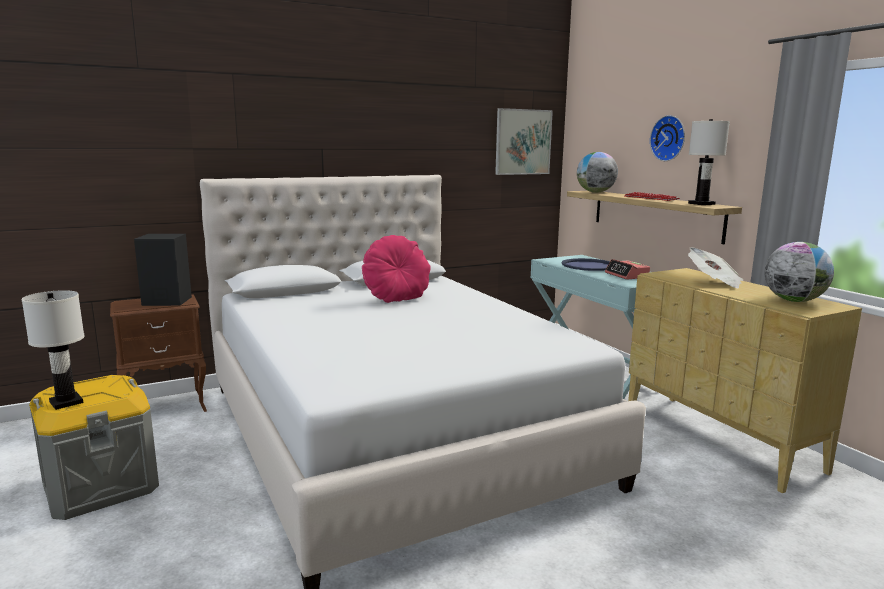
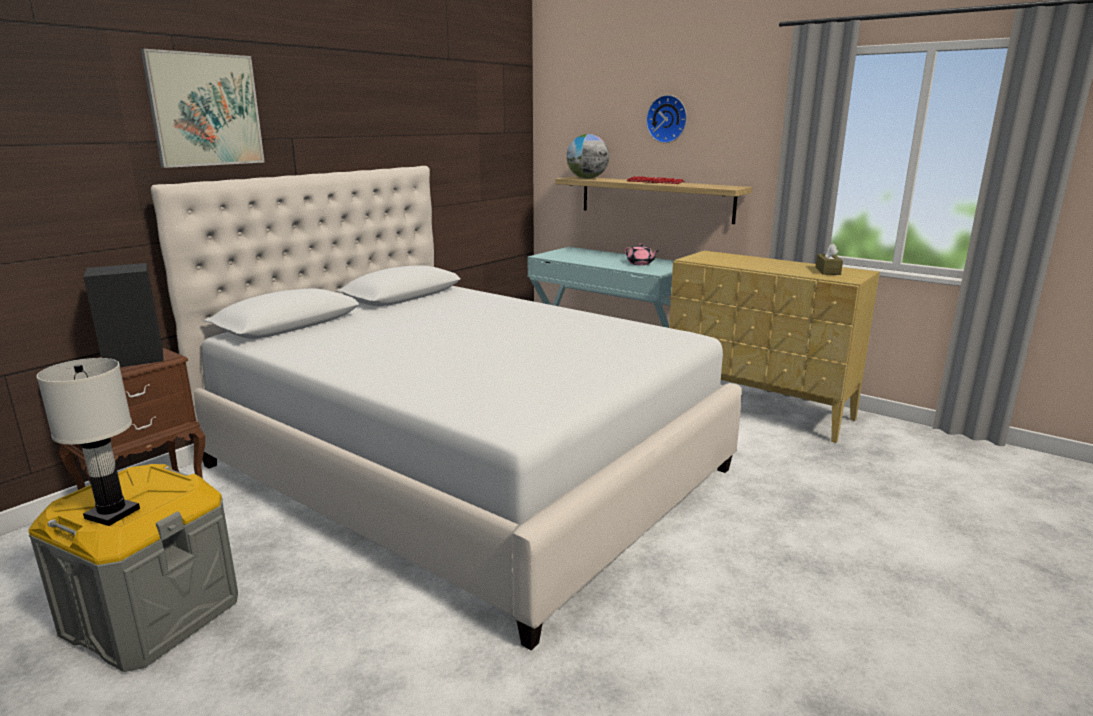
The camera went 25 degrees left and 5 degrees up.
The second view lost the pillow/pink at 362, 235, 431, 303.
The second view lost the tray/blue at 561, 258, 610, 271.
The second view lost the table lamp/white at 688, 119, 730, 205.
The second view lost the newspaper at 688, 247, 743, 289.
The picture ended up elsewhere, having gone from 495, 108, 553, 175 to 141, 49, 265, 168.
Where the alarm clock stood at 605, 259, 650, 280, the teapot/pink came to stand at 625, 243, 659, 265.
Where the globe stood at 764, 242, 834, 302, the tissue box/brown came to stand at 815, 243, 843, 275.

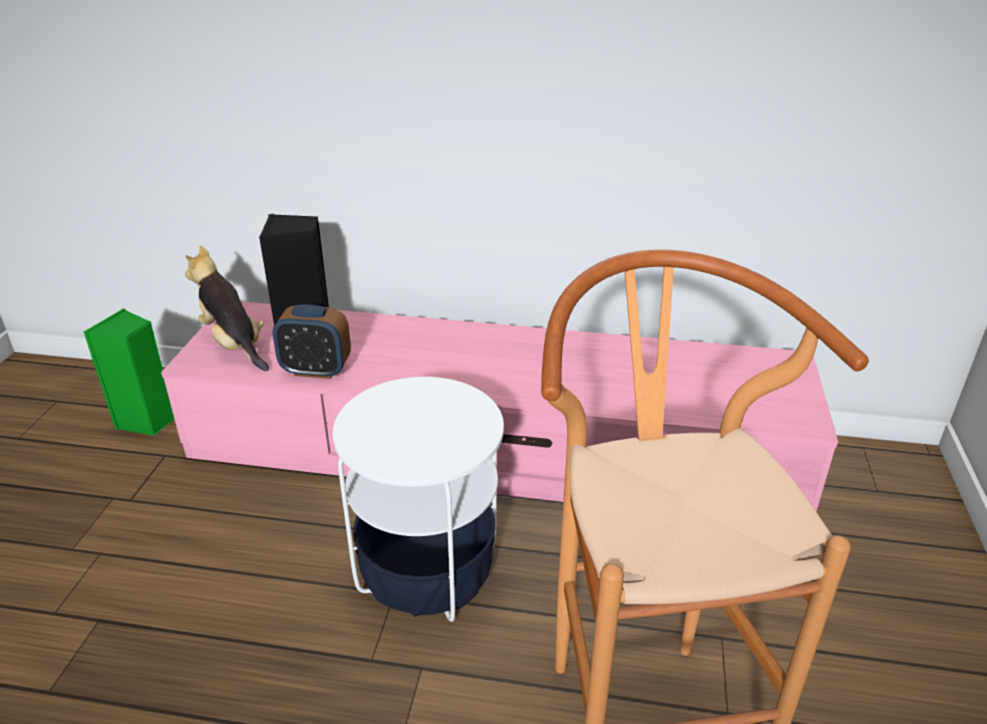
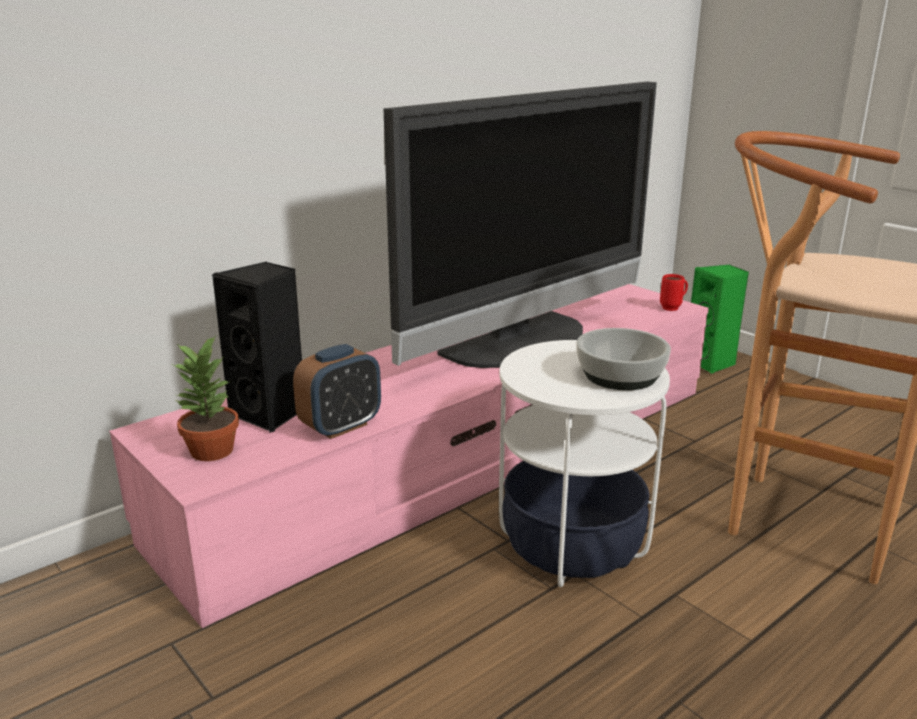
The camera went 50 degrees left and 10 degrees down.
The second view gained the television at 383, 82, 657, 368.
The second view gained the bowl at 576, 328, 671, 390.
The second view gained the mug/red at 660, 274, 688, 311.
The speaker/green ended up elsewhere, having gone from 83, 308, 175, 436 to 691, 265, 749, 374.
Where the plush toy stood at 185, 246, 269, 371, the potted plant came to stand at 173, 335, 239, 461.

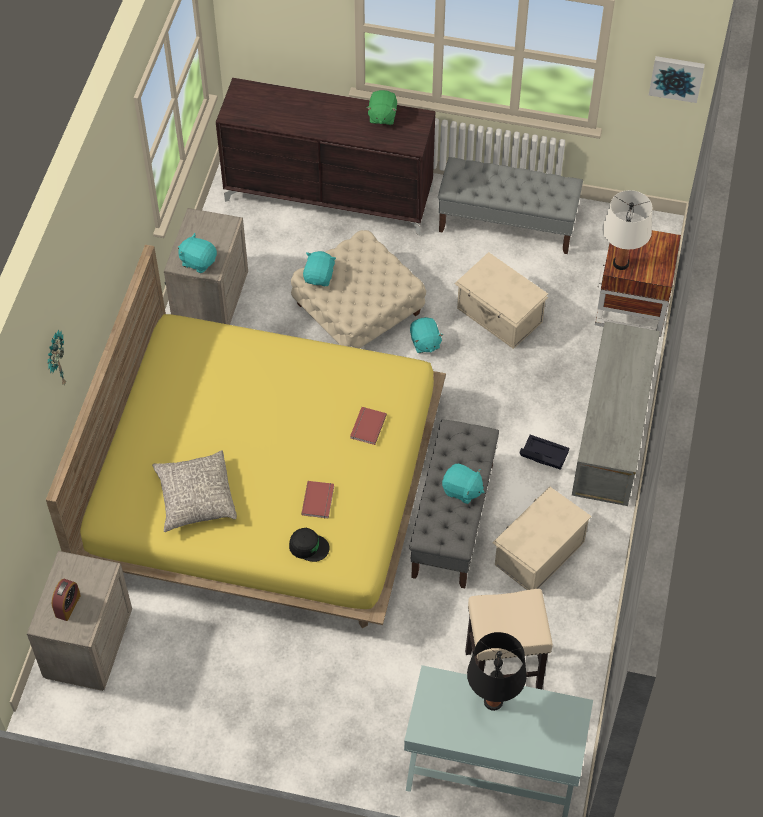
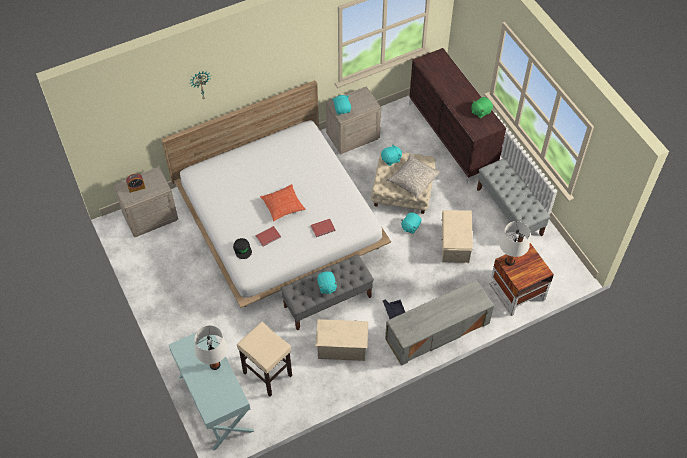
The camera went 50 degrees right and 0 degrees up.
The second view lost the picture at 649, 56, 705, 103.
The second view gained the pillow/orange at 260, 184, 306, 221.
The pillow/grey ended up elsewhere, having gone from 152, 450, 237, 532 to 386, 154, 441, 199.
What was the bed/yellow at 46, 245, 446, 628 turned into the bed/white at 161, 81, 391, 308.
What was the table lamp/black at 467, 632, 527, 711 turned into the table lamp/white at 195, 326, 228, 370.

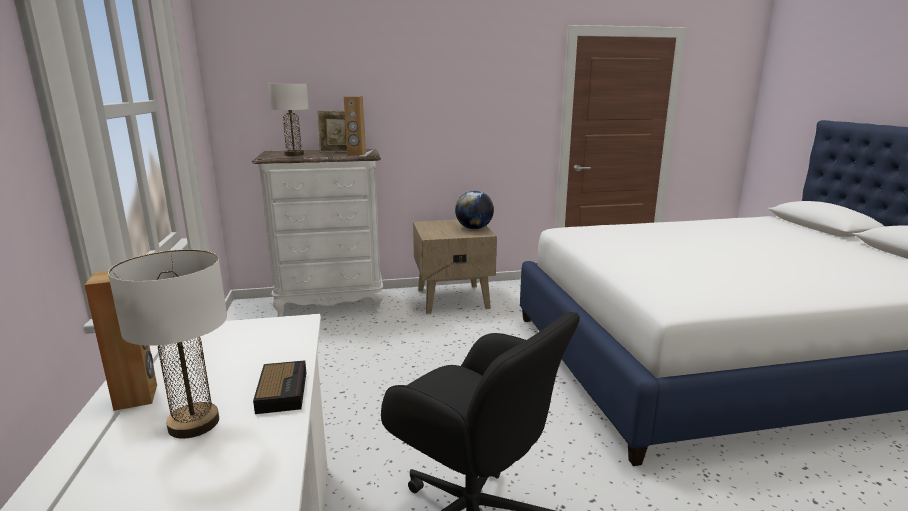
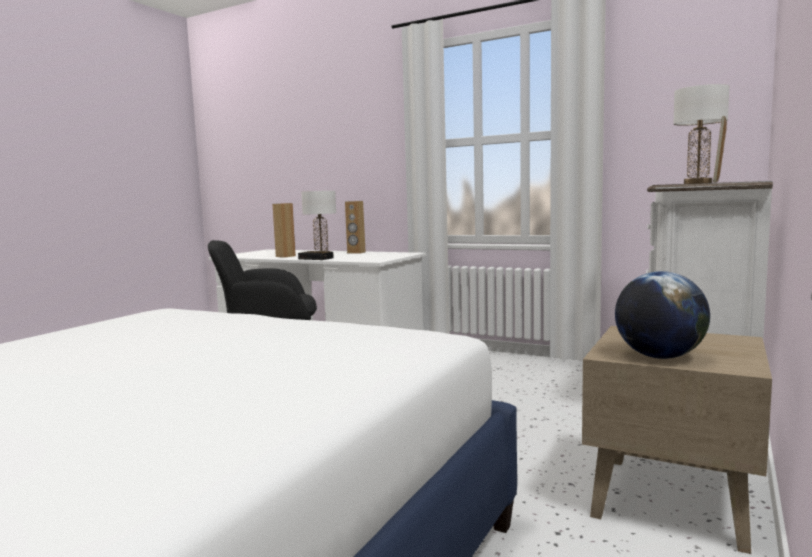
The camera went 130 degrees right and 10 degrees down.
The speaker/brown ended up elsewhere, having gone from 344, 96, 366, 155 to 273, 203, 296, 258.

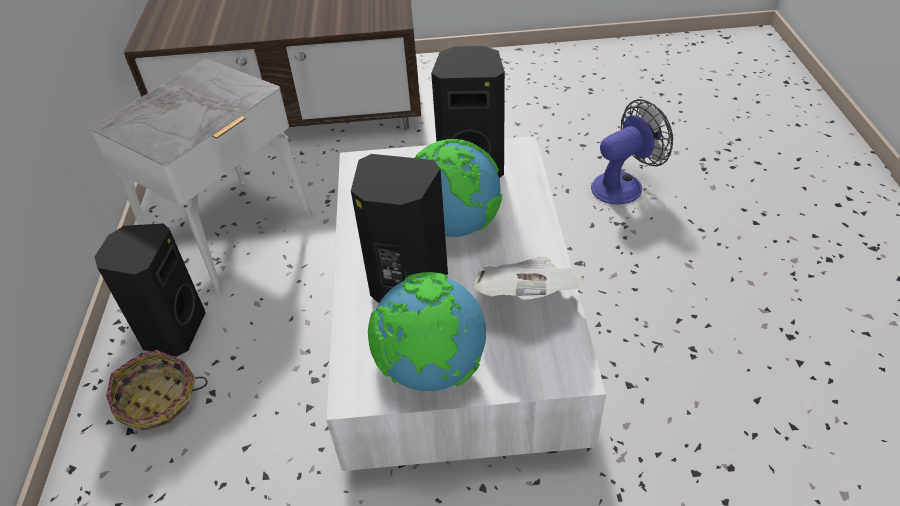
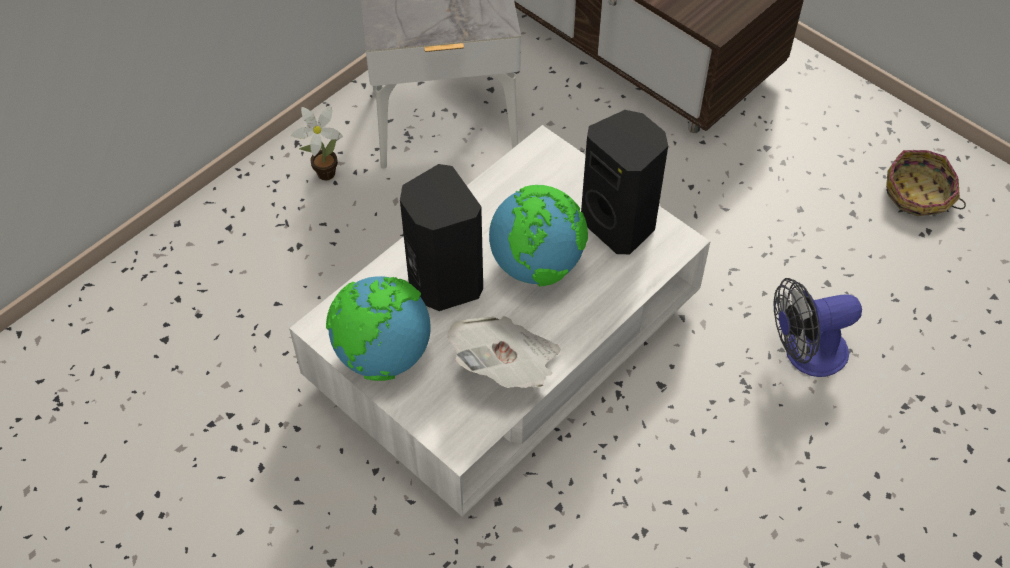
The camera went 45 degrees right and 10 degrees up.
The basket ended up elsewhere, having gone from 106, 350, 207, 430 to 886, 150, 966, 216.
Where the speaker/black stood at 95, 223, 206, 357, the potted plant came to stand at 291, 107, 343, 181.
The fan at 591, 99, 673, 205 ended up facing another way, 150 degrees clockwise from before.

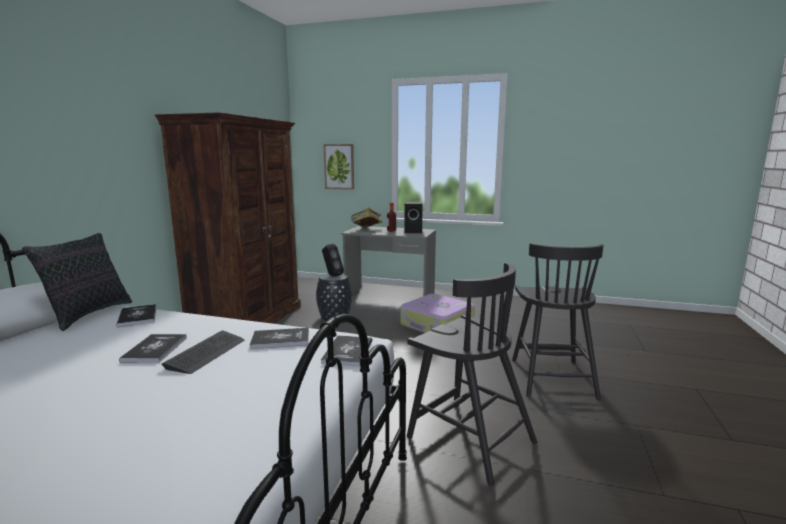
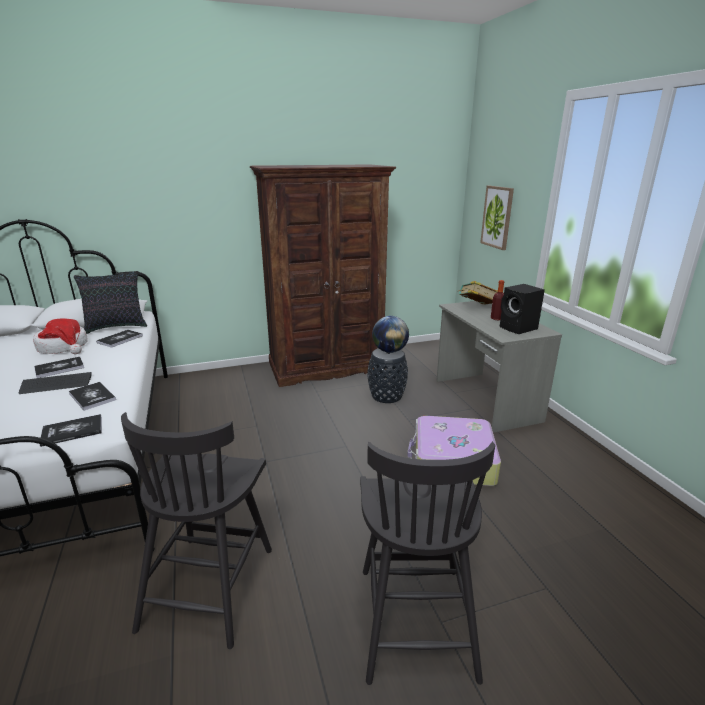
The camera went 55 degrees right and 10 degrees up.
The second view gained the hat at 33, 318, 88, 354.
Where the speaker/black stood at 322, 244, 344, 276, the globe came to stand at 372, 316, 409, 353.
The chair/black at 512, 243, 603, 400 ended up facing another way, 60 degrees counterclockwise from before.

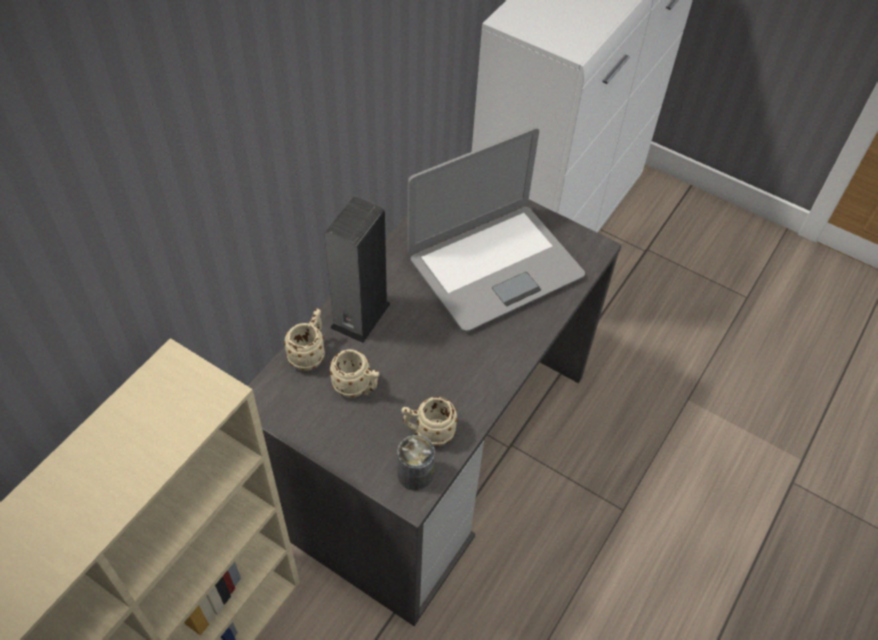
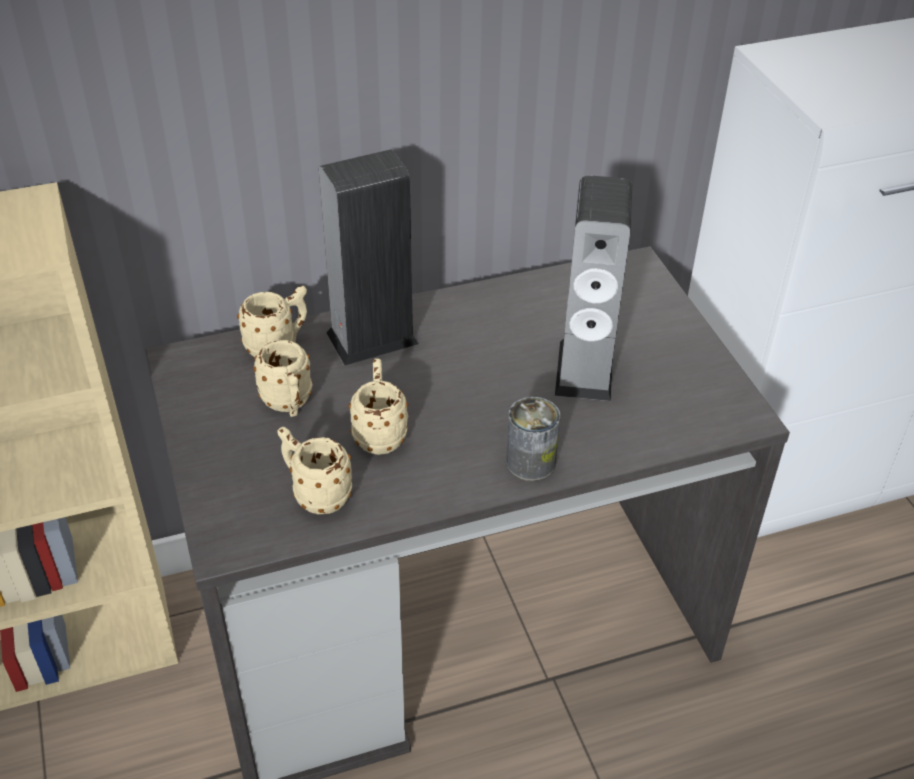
The camera went 40 degrees right and 10 degrees down.
The second view gained the mug/beige at 348, 358, 408, 455.
The can ended up elsewhere, having gone from 398, 435, 435, 491 to 506, 397, 561, 481.
Where the laptop stood at 407, 127, 585, 332, the speaker came to stand at 555, 175, 632, 401.

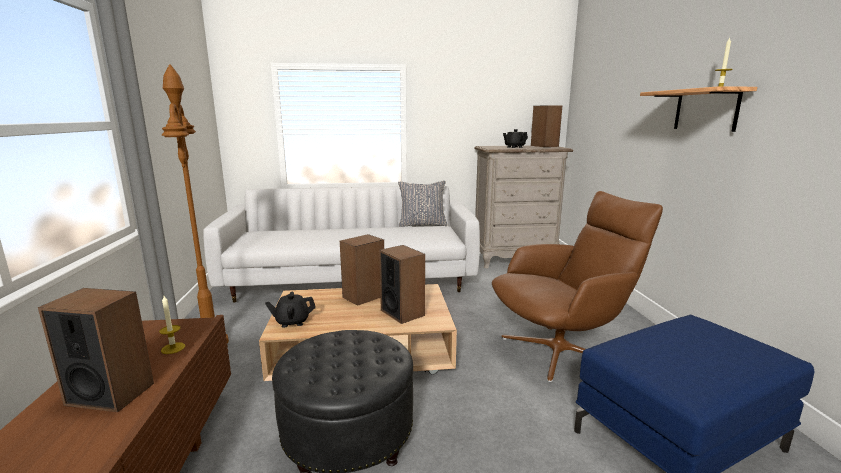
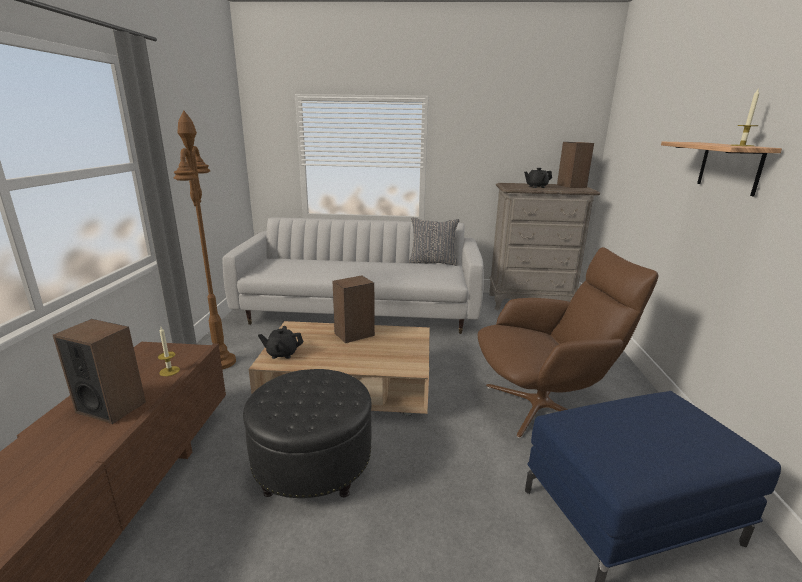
The camera went 10 degrees right and 5 degrees up.
The second view lost the speaker at 379, 245, 425, 324.

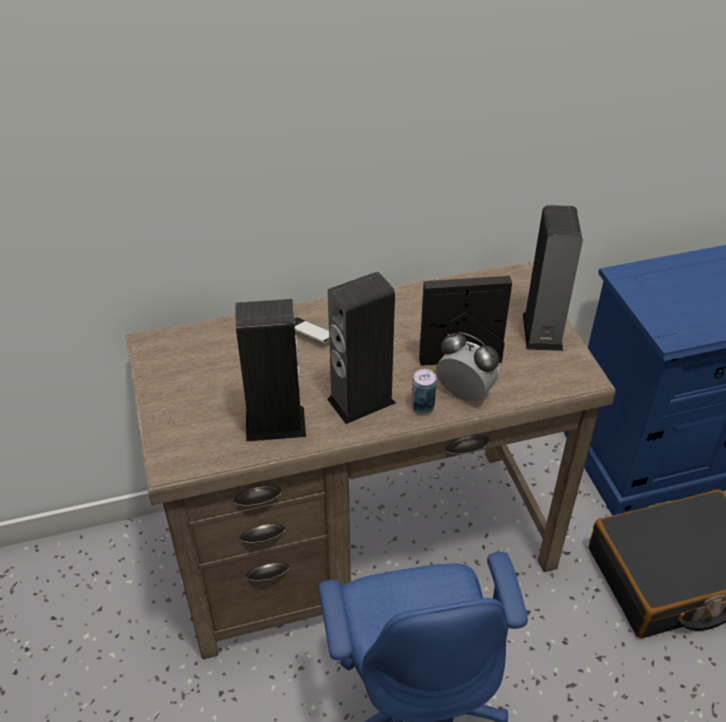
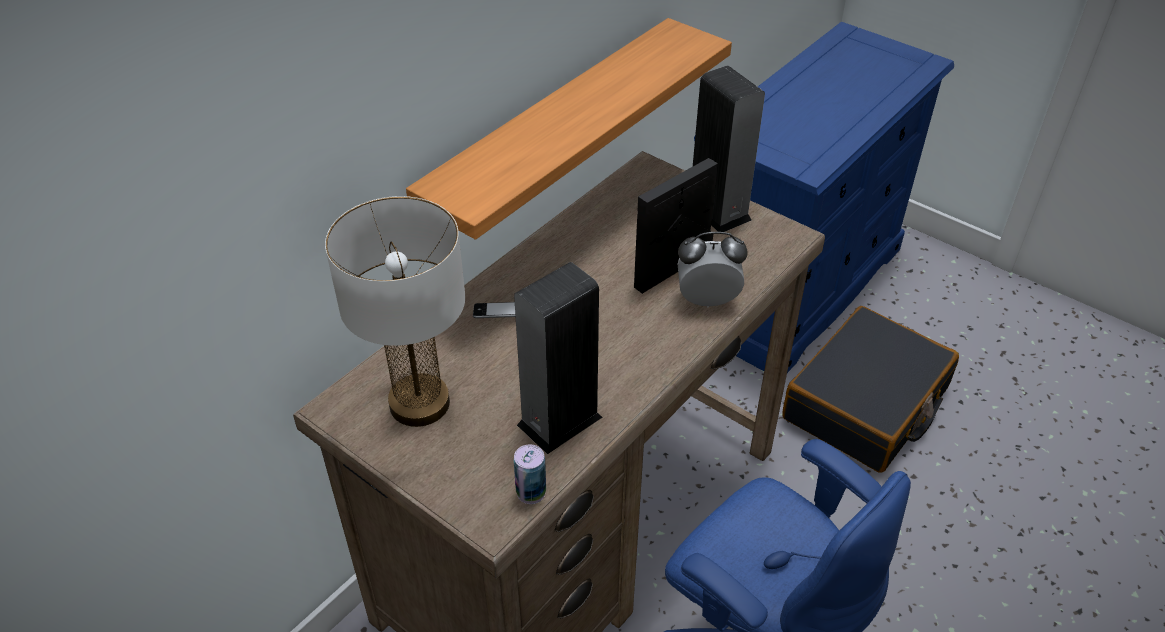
The camera went 35 degrees left and 0 degrees up.
The second view lost the speaker at 327, 271, 396, 424.
The second view gained the table lamp at 325, 196, 465, 427.
The second view gained the shelf at 406, 18, 732, 240.
The can ended up elsewhere, having gone from 411, 369, 437, 416 to 514, 444, 546, 504.

